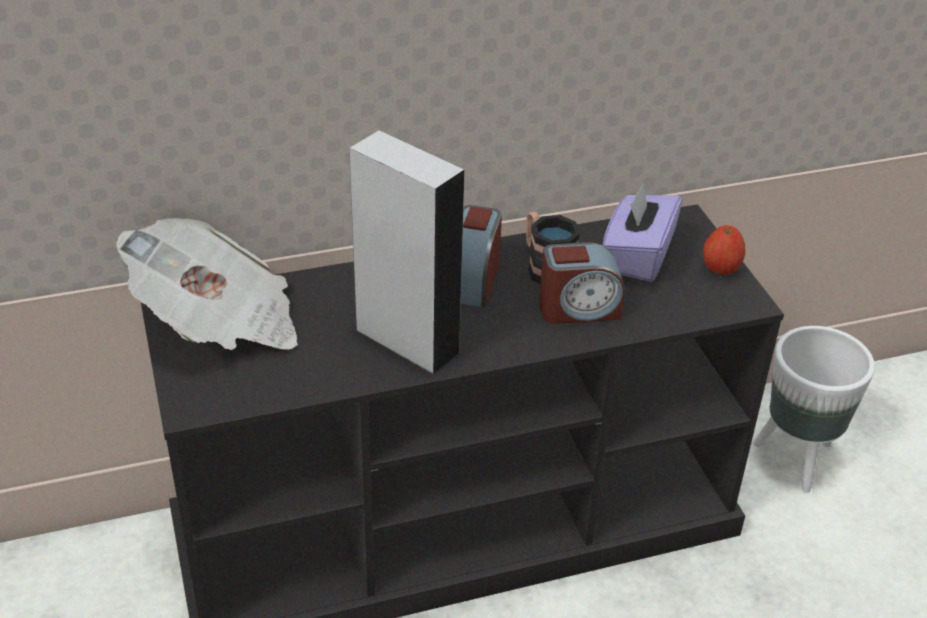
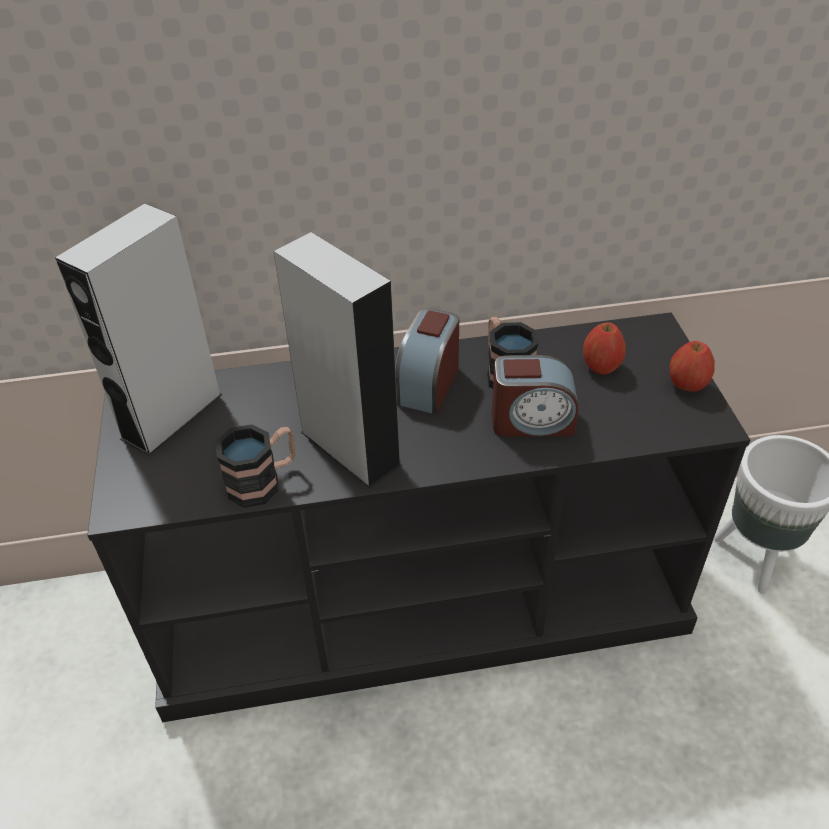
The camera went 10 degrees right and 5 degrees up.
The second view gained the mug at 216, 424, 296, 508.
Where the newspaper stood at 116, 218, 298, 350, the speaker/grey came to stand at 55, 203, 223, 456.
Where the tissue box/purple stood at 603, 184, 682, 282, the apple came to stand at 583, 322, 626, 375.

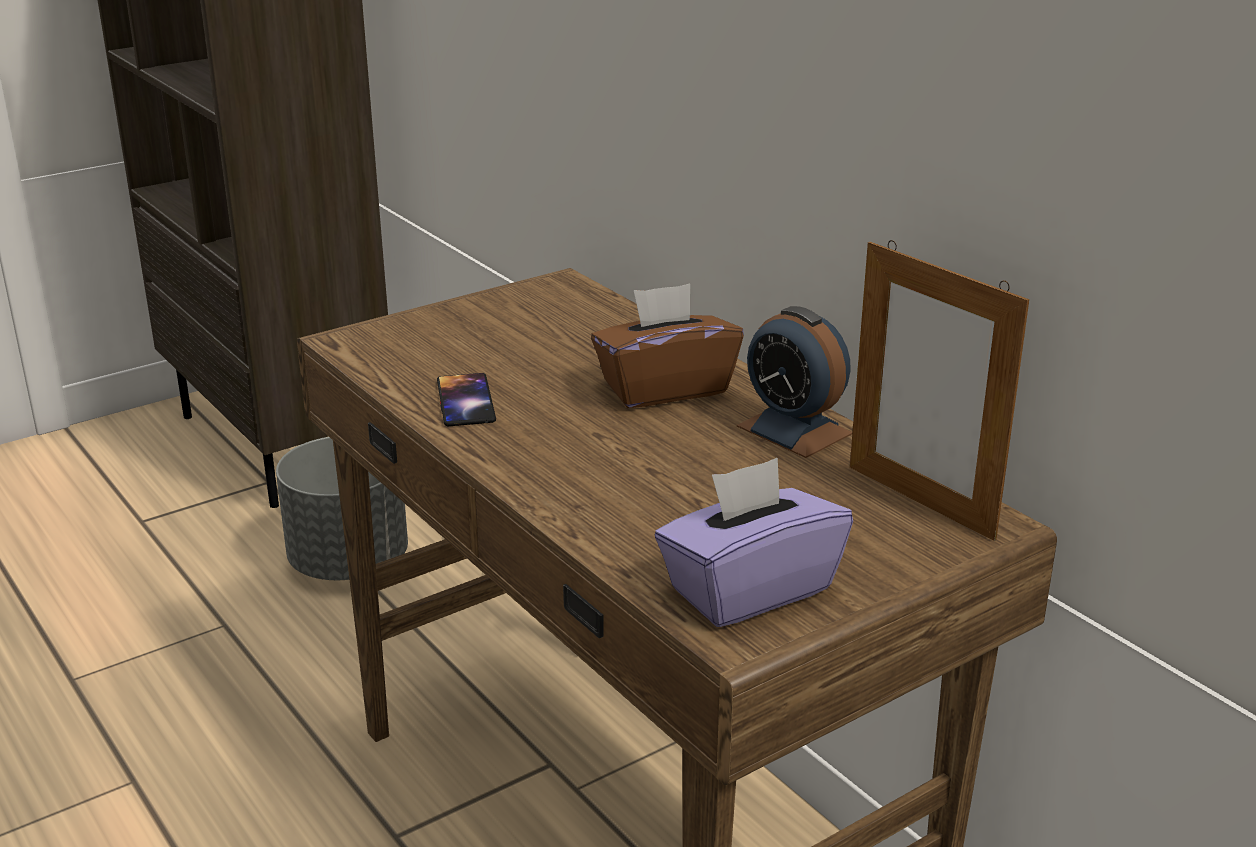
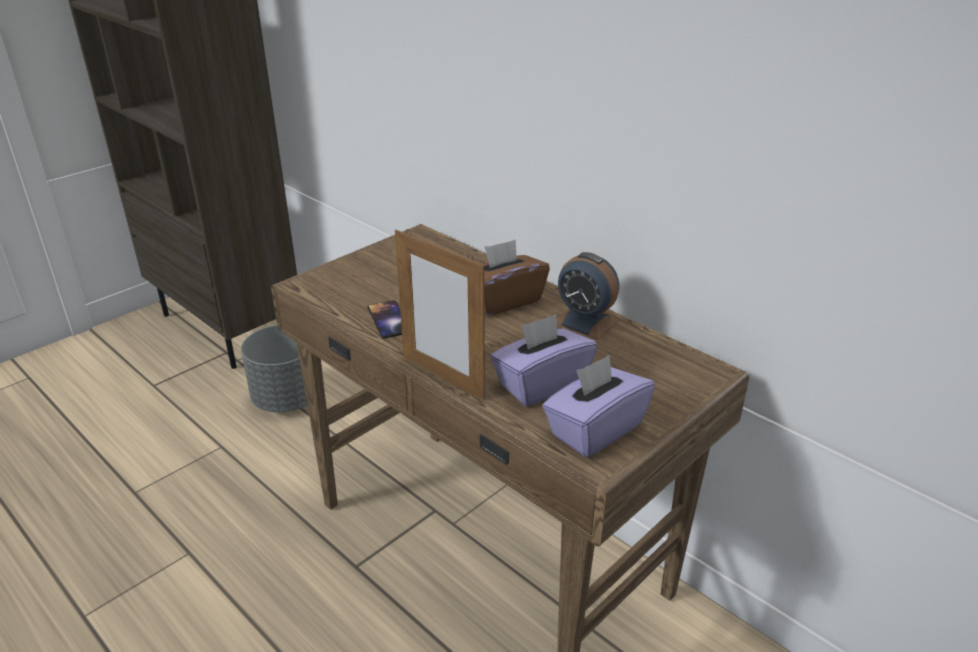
The camera went 10 degrees left and 5 degrees up.
The second view gained the tissue box/purple at 490, 314, 597, 406.
The picture frame ended up elsewhere, having gone from 850, 240, 1029, 541 to 395, 229, 485, 400.

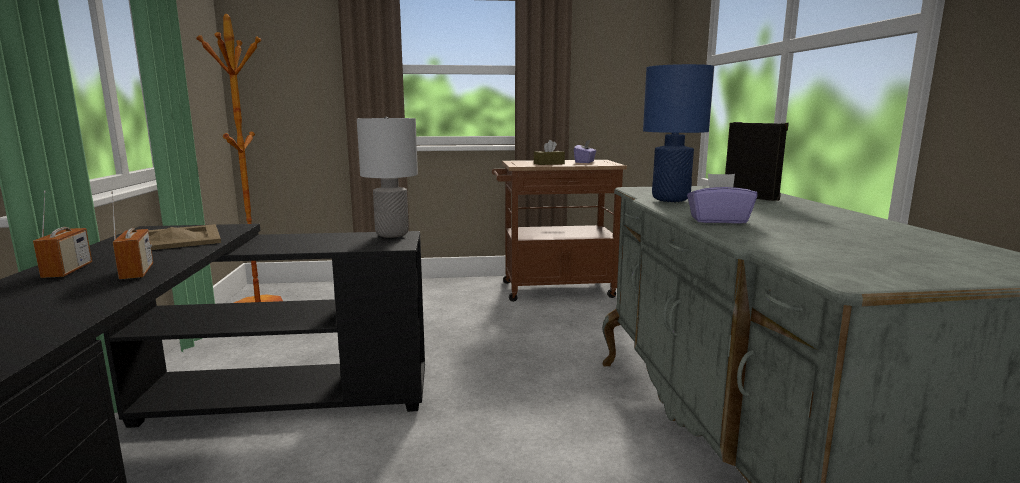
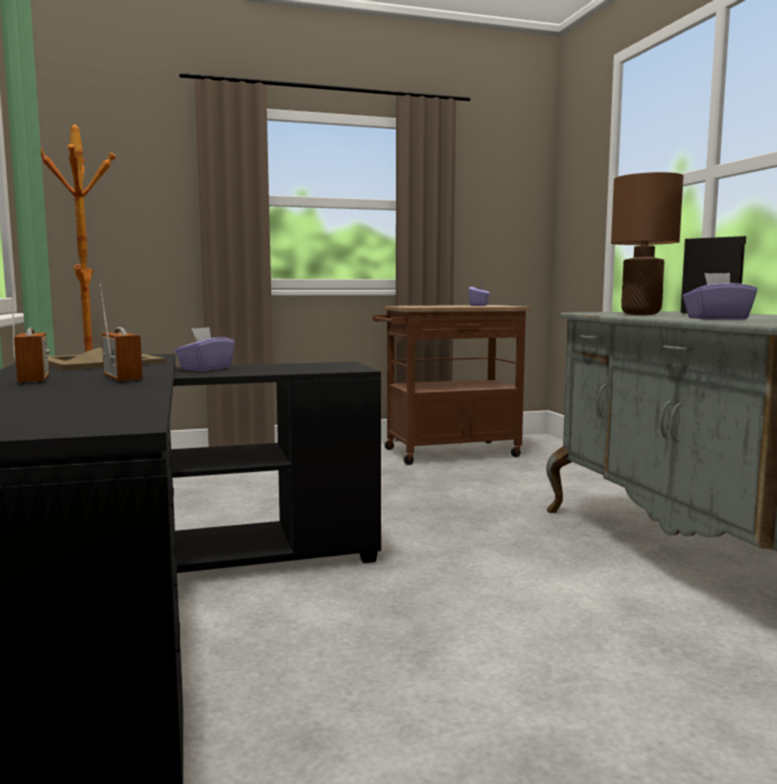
The camera went 10 degrees left and 5 degrees down.
The second view lost the table lamp/grey at 357, 117, 418, 238.
The second view lost the tissue box/brown at 534, 140, 565, 165.
The second view gained the tissue box/purple at 175, 327, 235, 371.
What was the table lamp/blue at 643, 64, 714, 202 turned into the table lamp/brown at 611, 172, 684, 315.

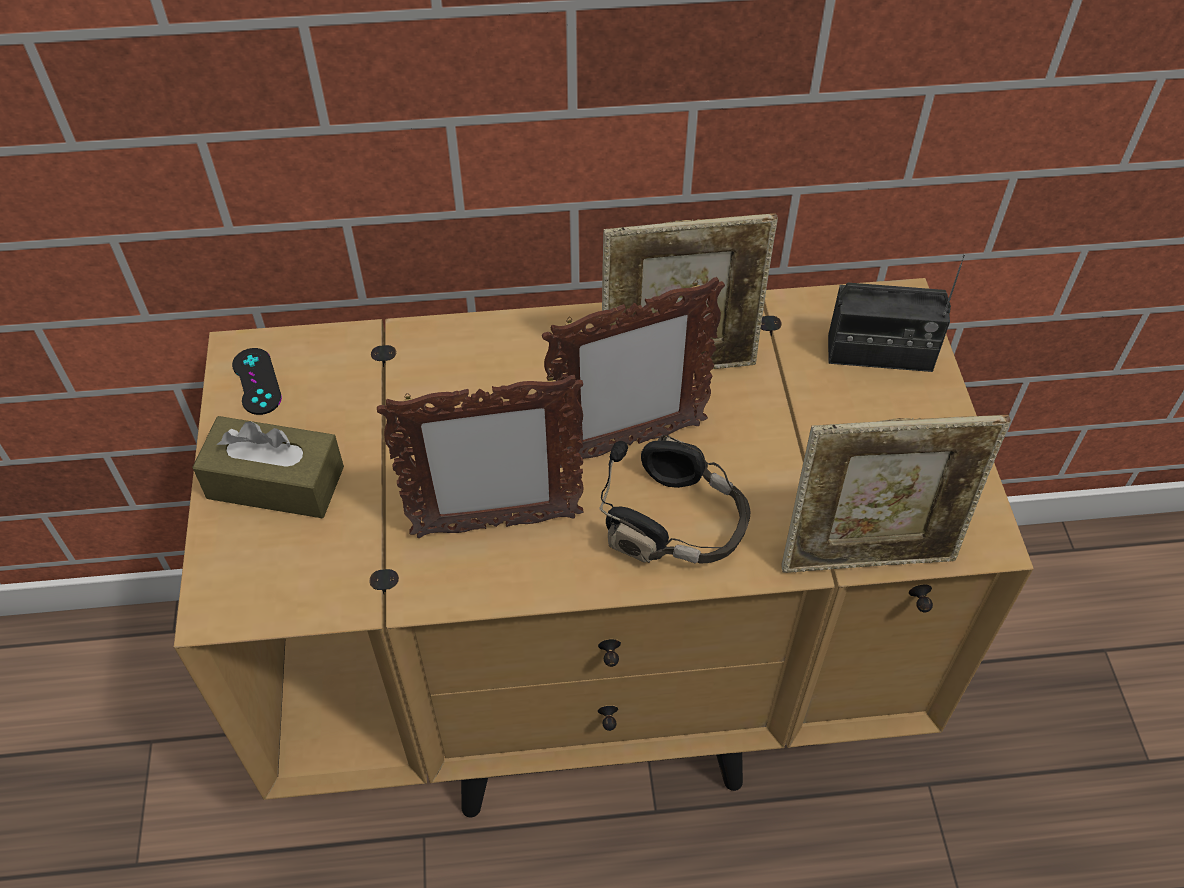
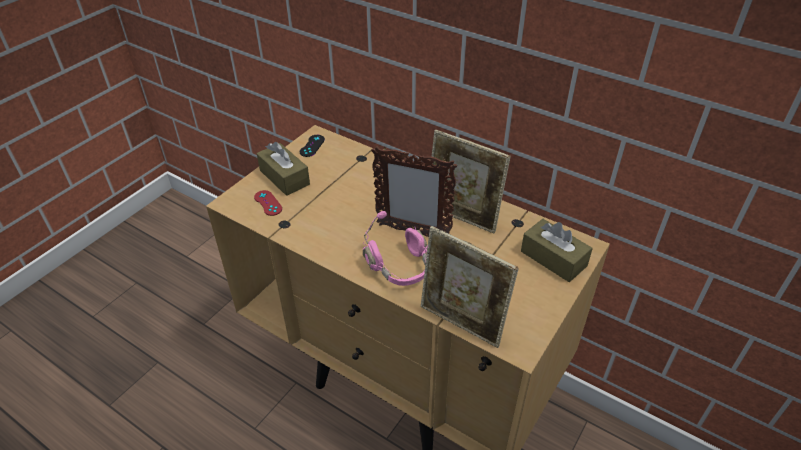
The camera went 40 degrees right and 10 degrees down.
The second view lost the picture frame at 377, 374, 584, 538.
The second view gained the game controller/red at 254, 190, 282, 216.
Where the radio stood at 828, 254, 966, 372, the tissue box/brown came to stand at 521, 219, 593, 282.
What was the headphones/black at 599, 435, 750, 564 turned into the headphones/pink at 363, 211, 428, 286.

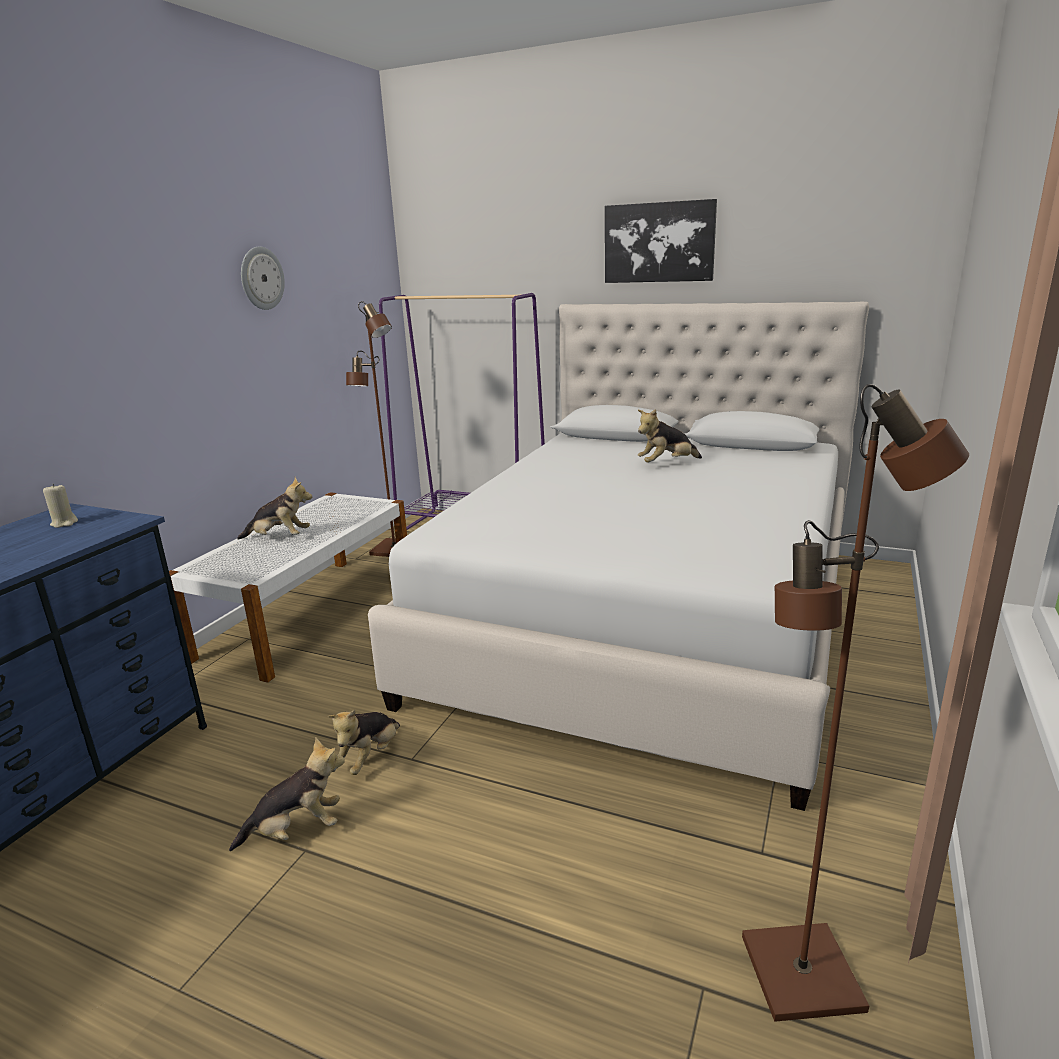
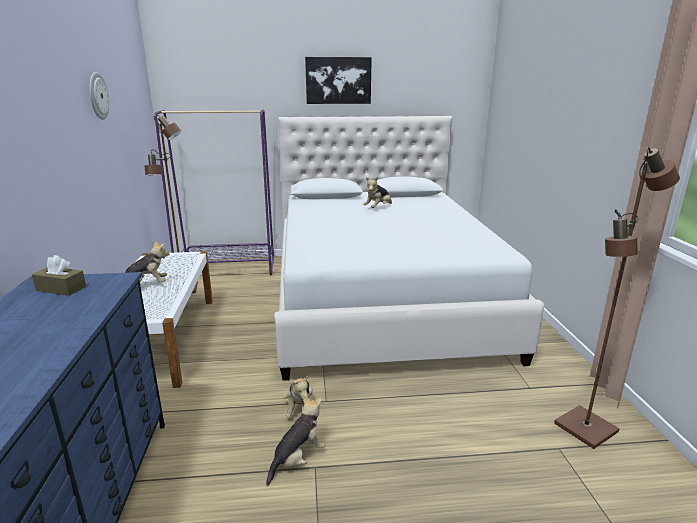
The camera went 30 degrees left and 0 degrees up.
Where the candle/beige stood at 43, 484, 78, 528, the tissue box/brown came to stand at 32, 255, 86, 296.

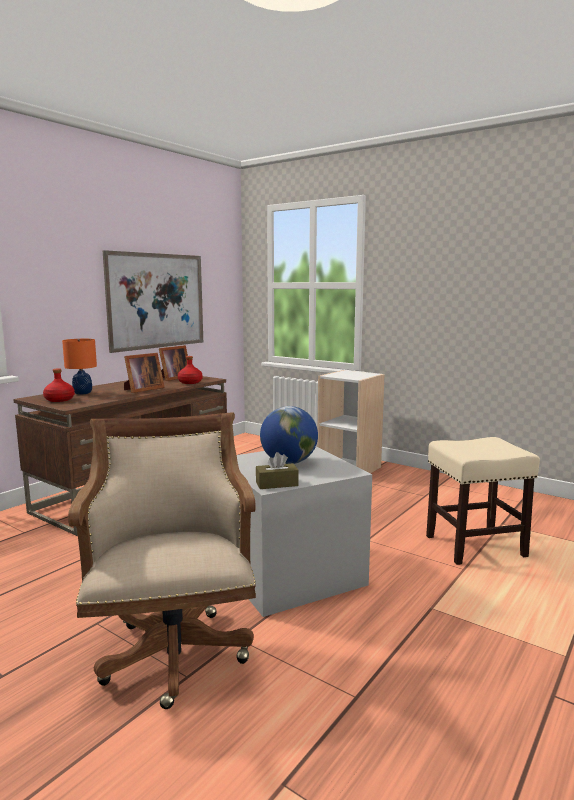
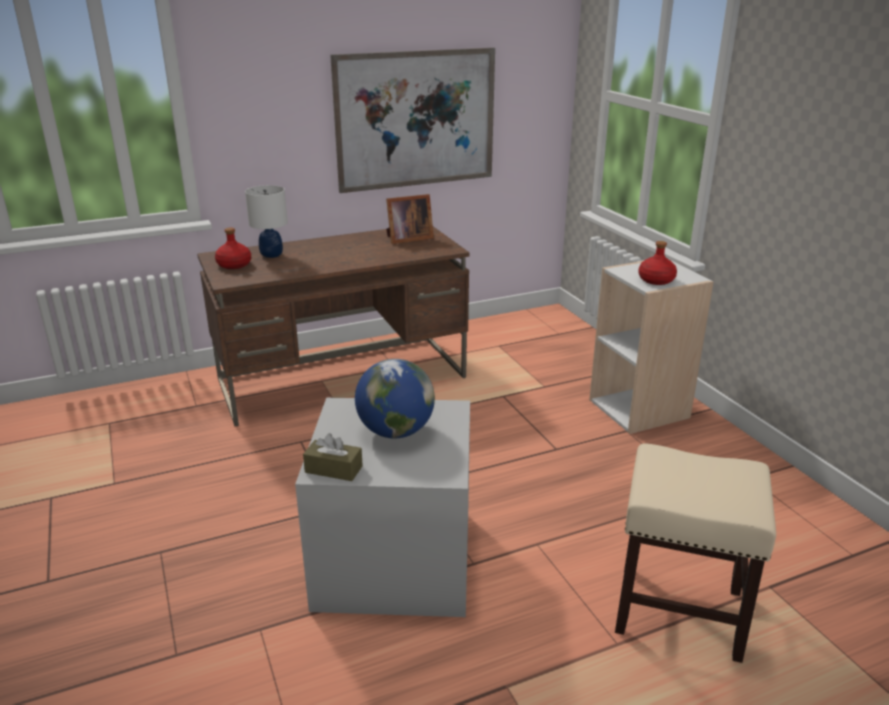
The camera went 30 degrees right and 15 degrees up.
The second view lost the office chair at 68, 412, 256, 709.
The second view lost the picture frame at 124, 353, 165, 393.
The bottle/red ended up elsewhere, having gone from 178, 356, 203, 384 to 638, 241, 677, 285.
What was the table lamp/orange at 62, 339, 97, 394 turned into the table lamp/white at 245, 185, 288, 258.

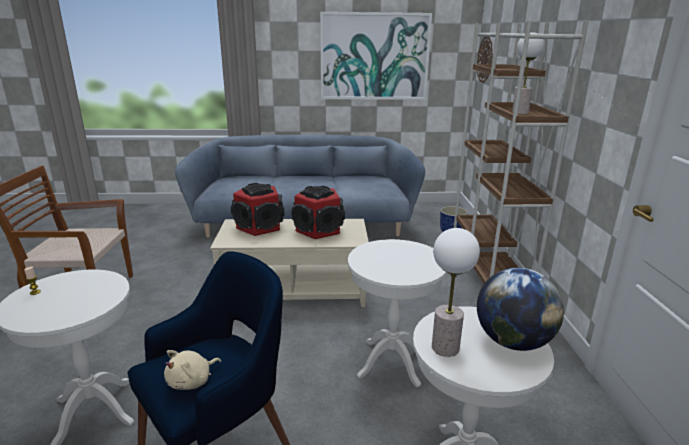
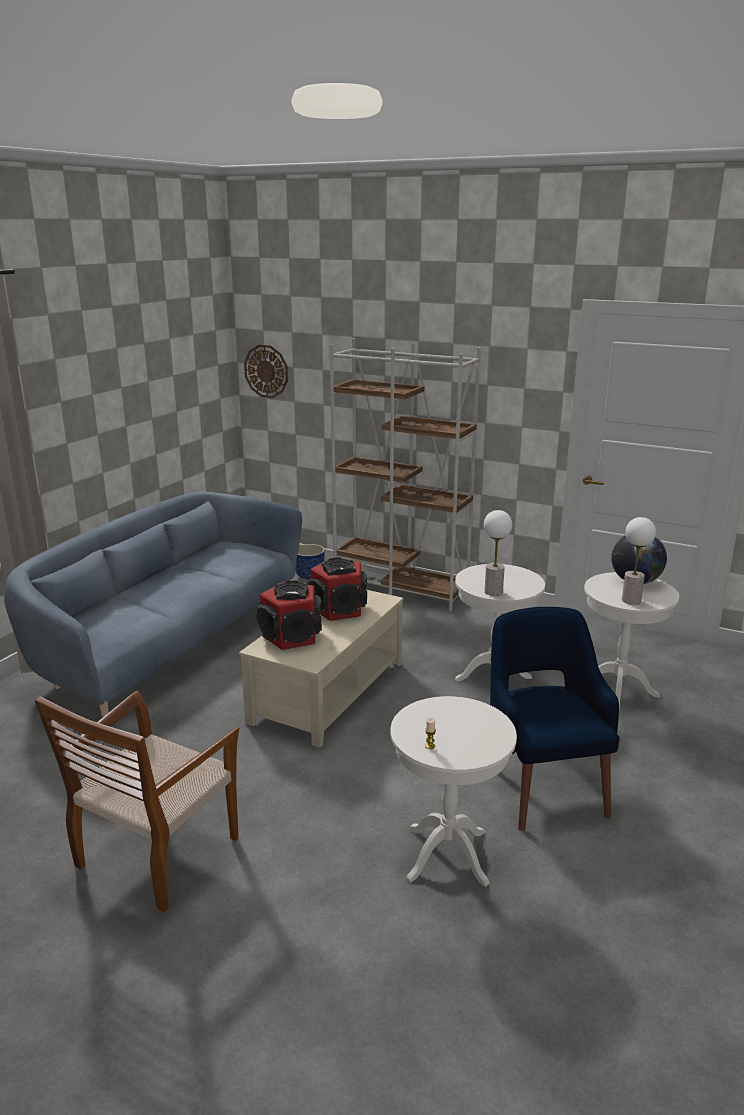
The camera went 60 degrees left and 0 degrees up.
The second view lost the plush toy/beige at 164, 350, 221, 390.
The second view lost the picture at 320, 12, 432, 100.
The table lamp ended up elsewhere, having gone from 512, 32, 544, 114 to 484, 510, 512, 596.

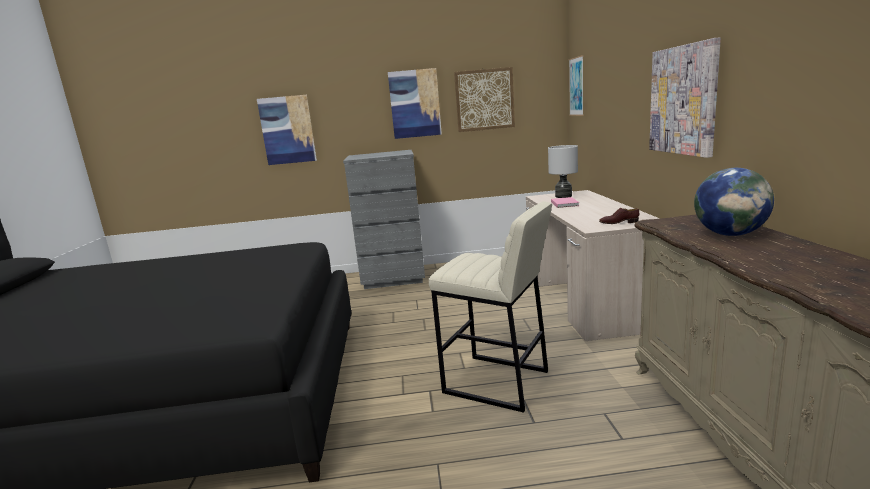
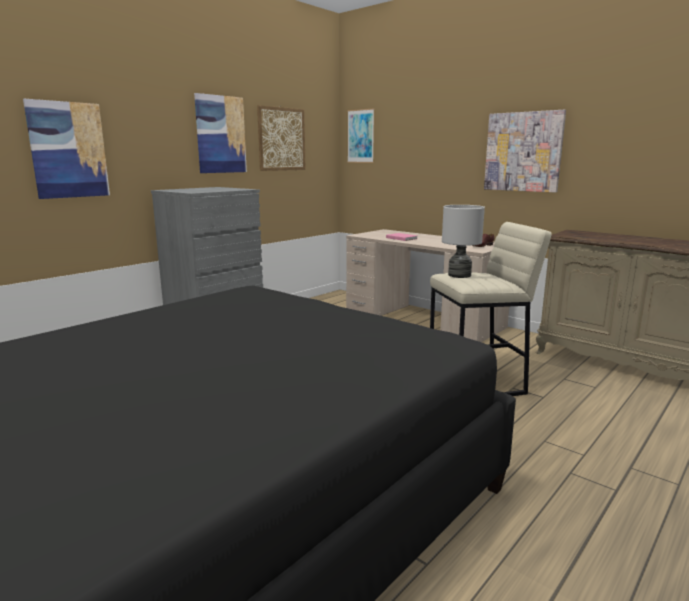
The camera went 45 degrees left and 0 degrees up.
The second view lost the globe at 694, 168, 774, 236.
The table lamp/grey ended up elsewhere, having gone from 548, 145, 578, 198 to 442, 205, 485, 278.

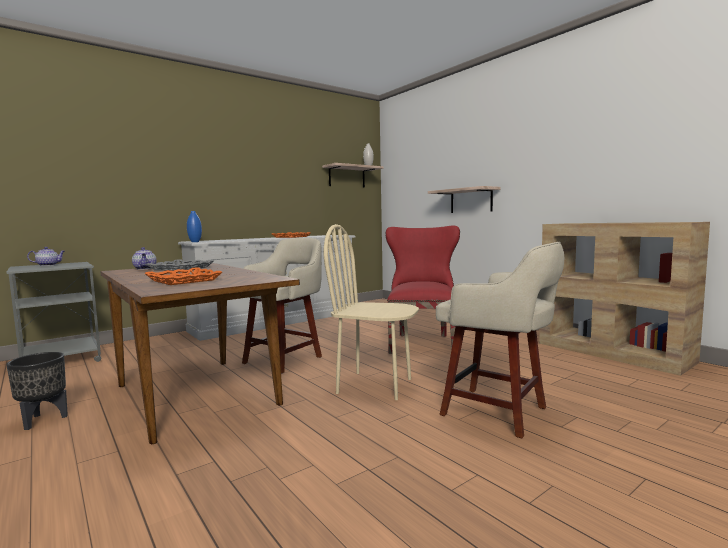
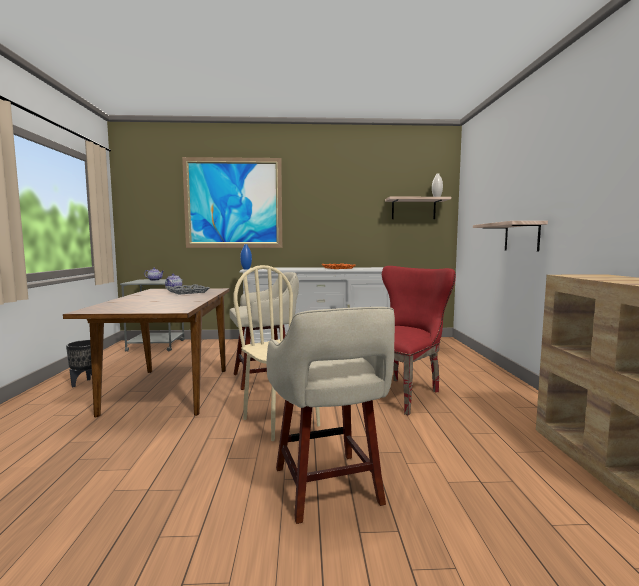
The camera went 35 degrees right and 0 degrees up.
The second view lost the tray/orange at 144, 267, 222, 285.
The second view gained the picture at 182, 157, 282, 248.

